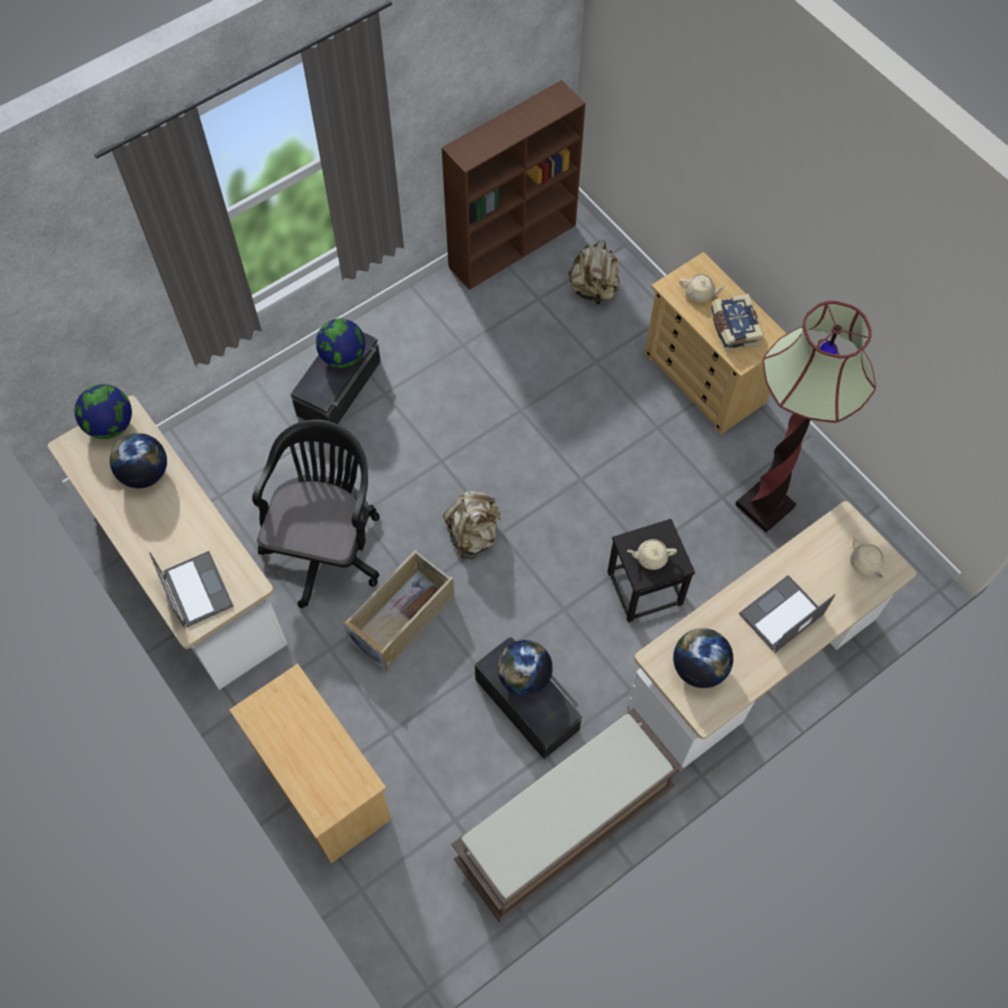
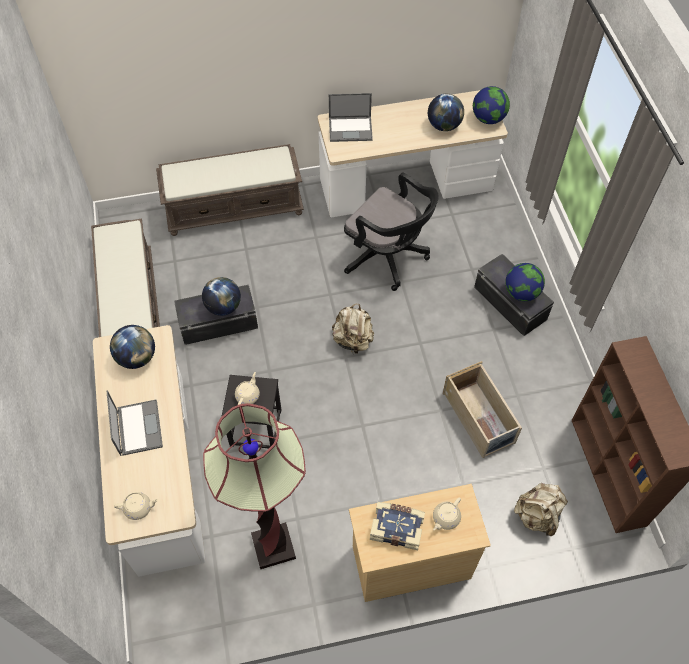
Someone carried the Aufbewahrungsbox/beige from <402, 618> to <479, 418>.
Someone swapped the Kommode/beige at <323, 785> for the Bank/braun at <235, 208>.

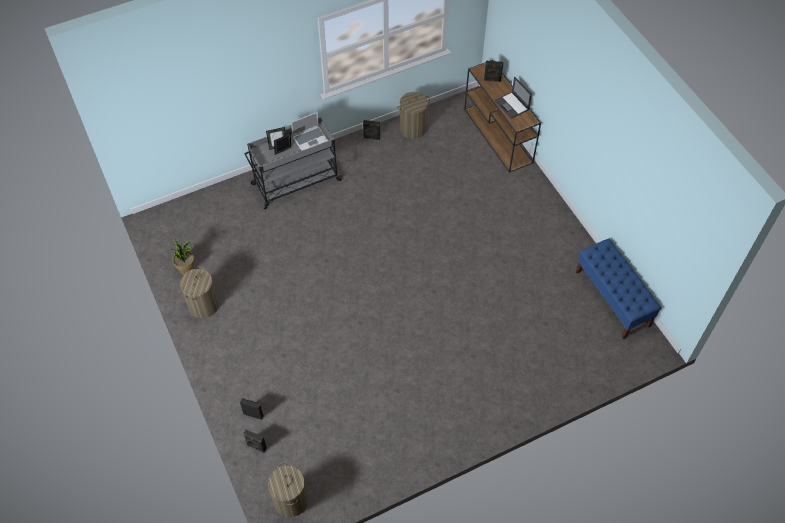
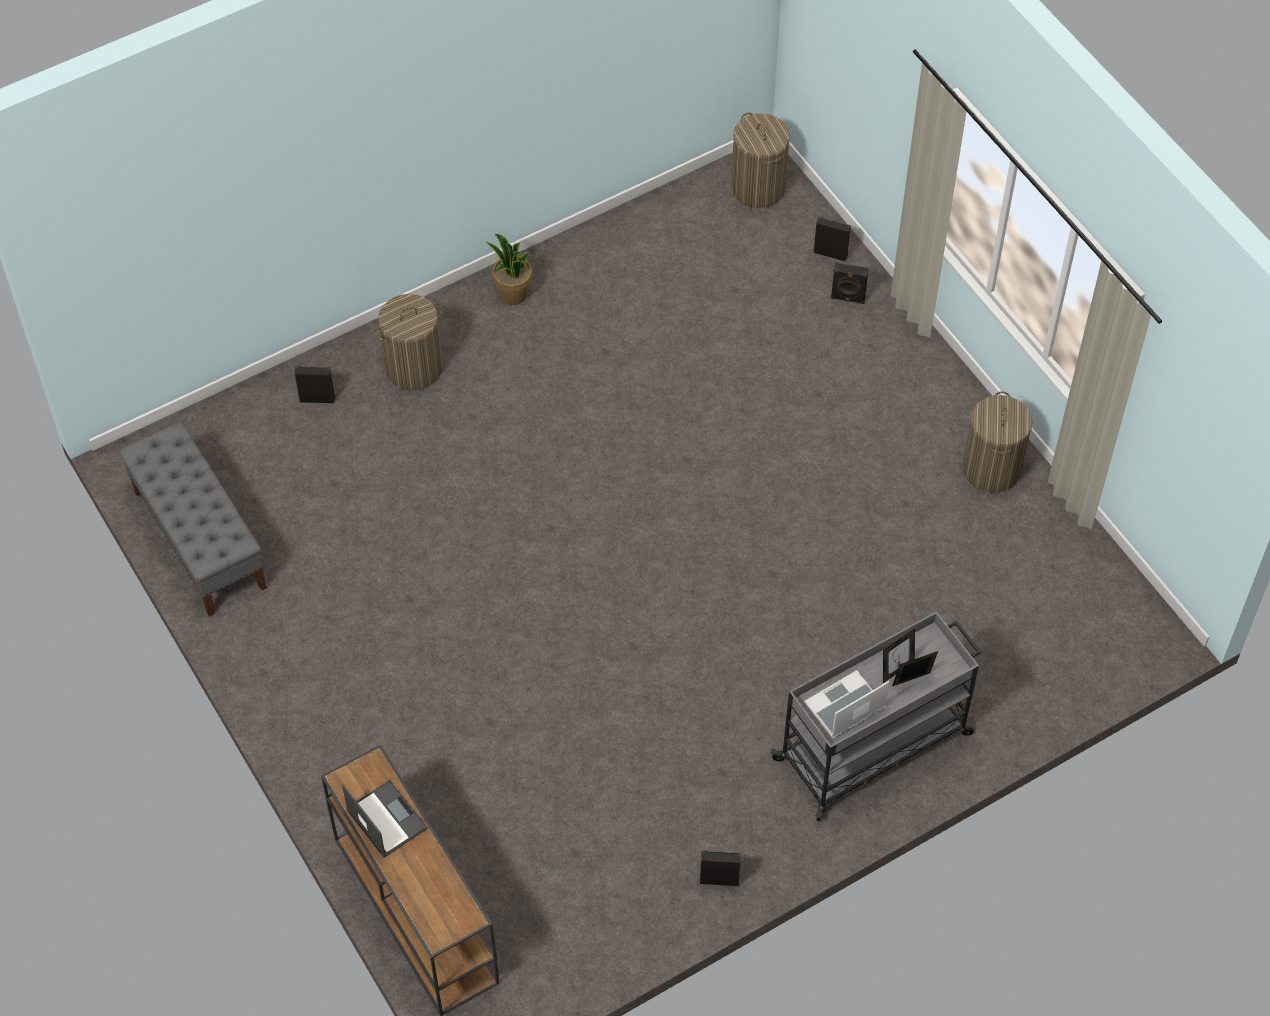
Someone carried the Lautsprecher/schwarz from <492, 80> to <317, 398>.
Someone carried the Wäschekorb from <413, 129> to <413, 368>.
Someone carried the Topfpflanze from <187, 269> to <513, 294>.
Someone repainted the Bank/blau at <612, 299>, which became the Bank/grau at <199, 539>.

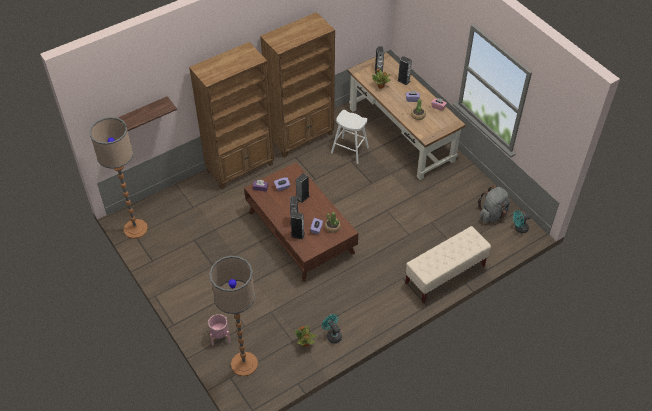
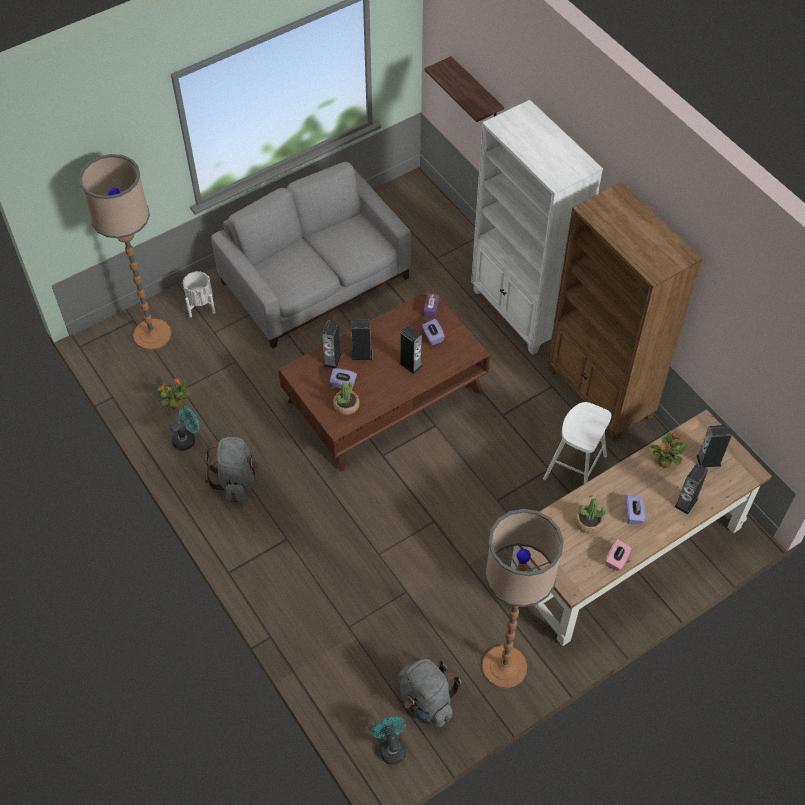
Someone repainted the Bücherregal/braun at <240, 168>, which became the Bücherregal/weiß at <521, 312>.
Someone carried the Stehlampe from <135, 229> to <504, 667>.
Someone took away the Bank/beige at <445, 275>.
Someone repainted the Pflanzkübel/rosa at <220, 336>, which became the Pflanzkübel/weiß at <200, 305>.
Someone put down the Sofa/grau at <316, 280>.
Someone put down the Rucksack/grau at <236, 480>.

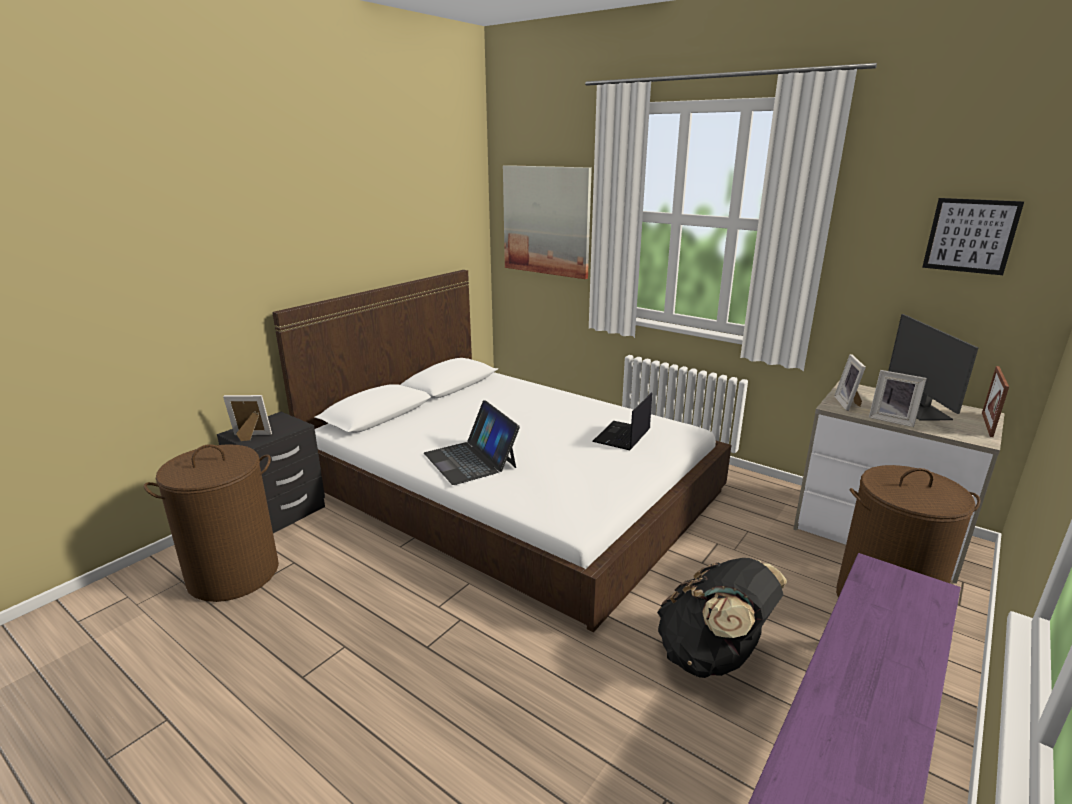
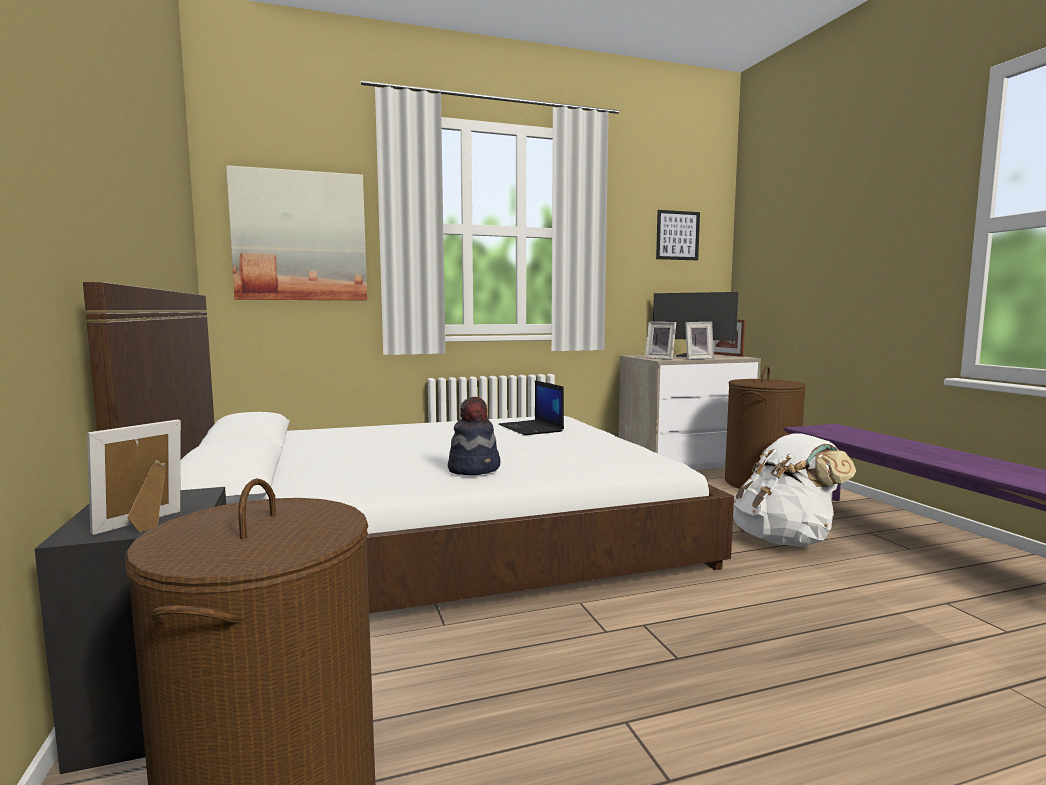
Someone swapped the Laptop at <470, 460> for the Hut at <474, 469>.
Someone repainted the Rucksack/schwarz at <712, 657>, which became the Rucksack/weiß at <785, 540>.

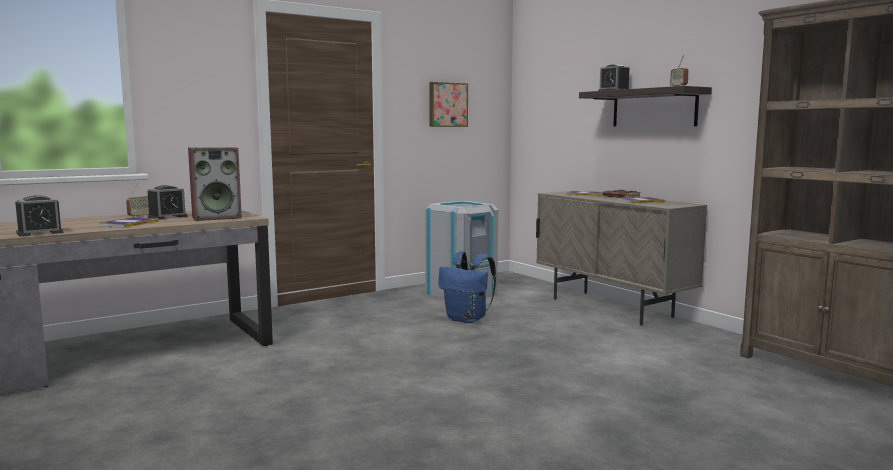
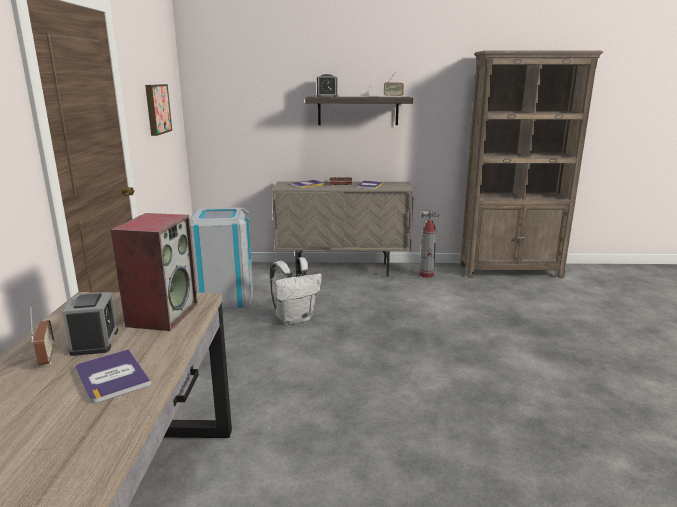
Someone took away the Wecker at <40, 233>.
Someone repainted the Rucksack/blau at <467, 319>, which became the Rucksack/weiß at <295, 319>.
Someone put down the Feuerlöscher at <426, 275>.

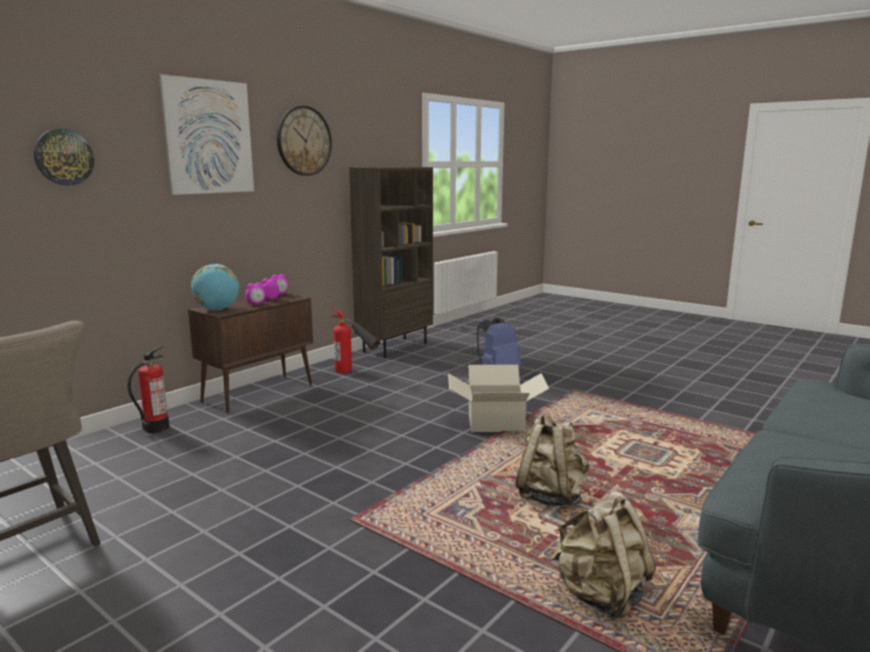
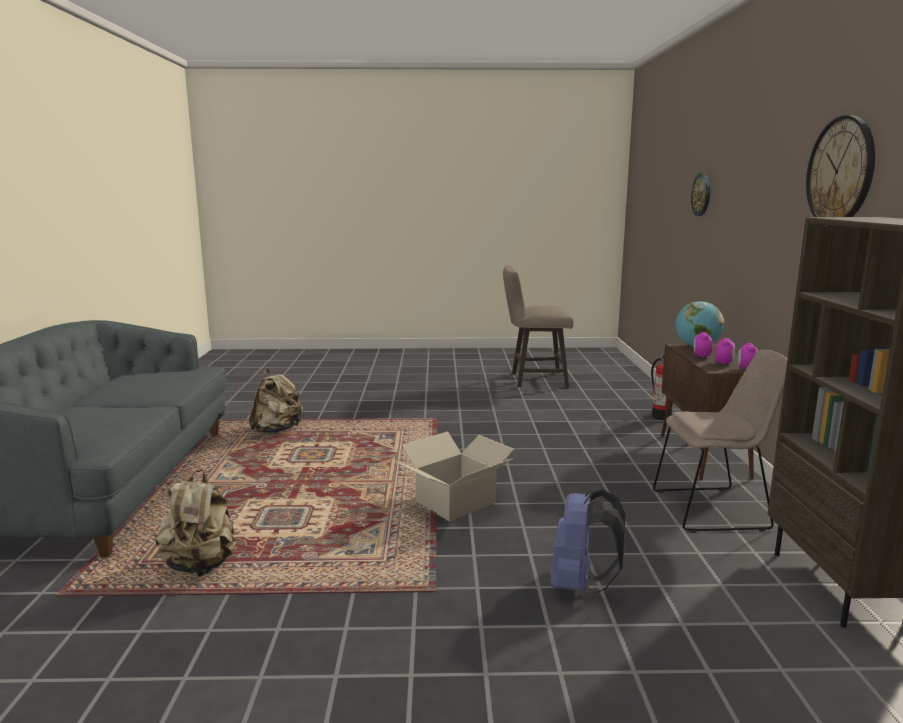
Someone took away the Bild at <209, 137>.
Someone swapped the Feuerlöscher at <355, 374> for the Stuhl/beige at <713, 509>.
Someone carried the Rucksack/beige from <550, 496> to <201, 566>.

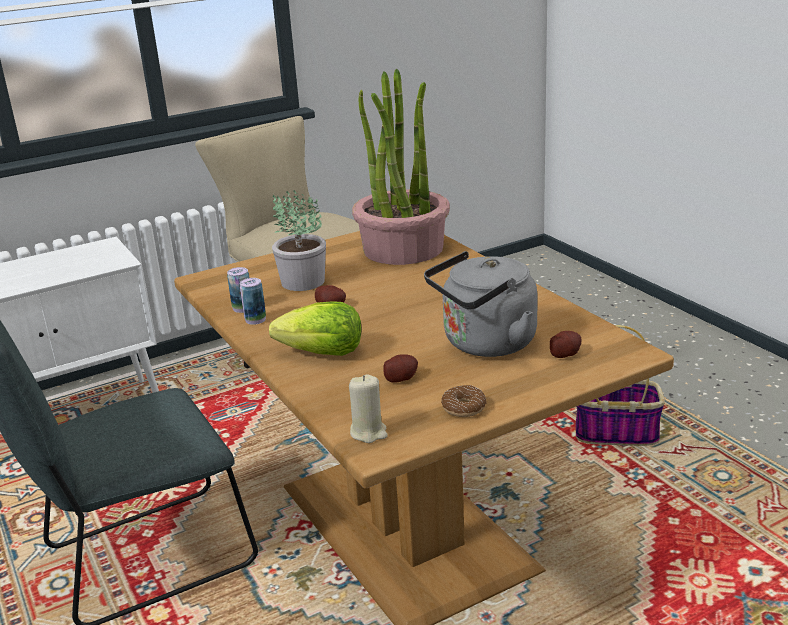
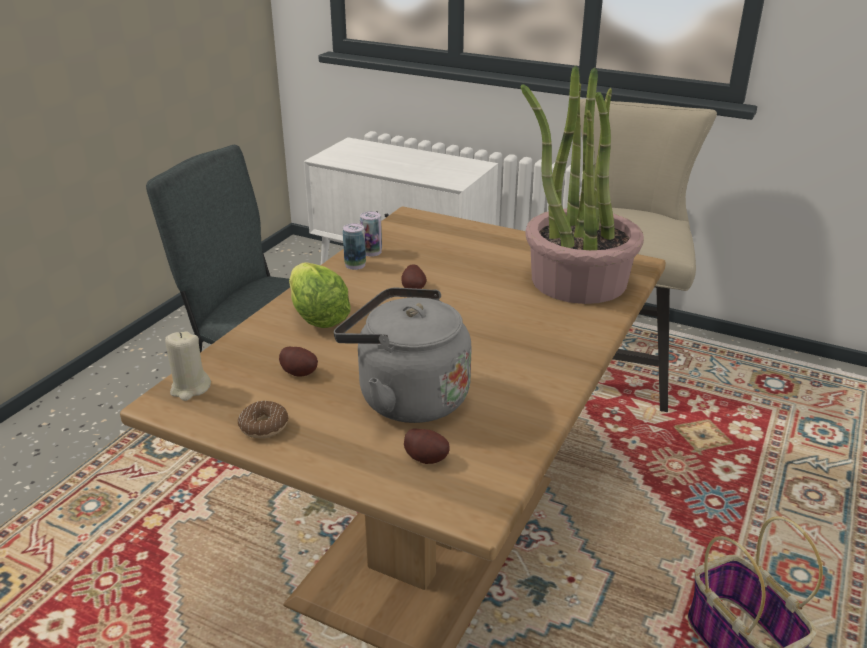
Someone took away the Topfpflanze at <302, 282>.

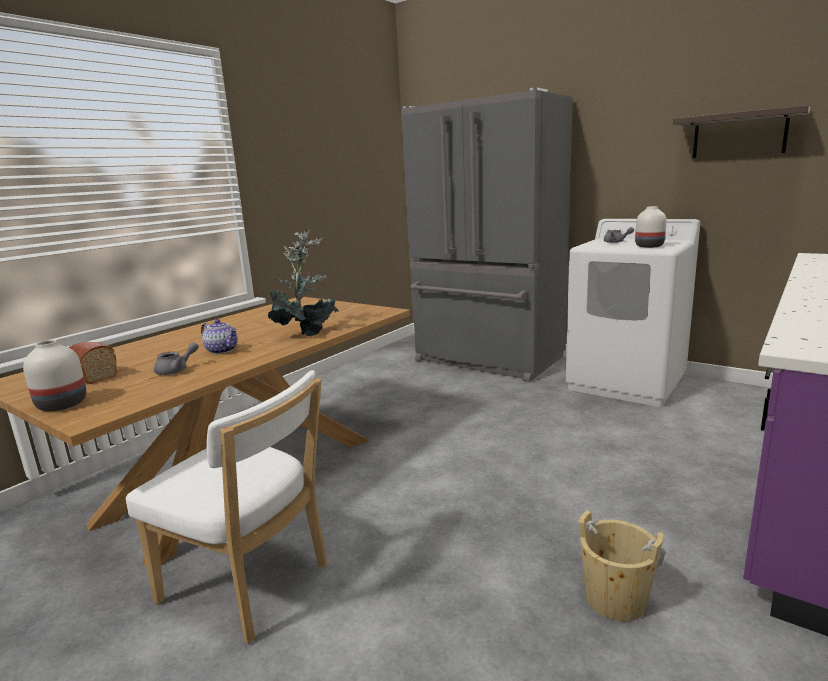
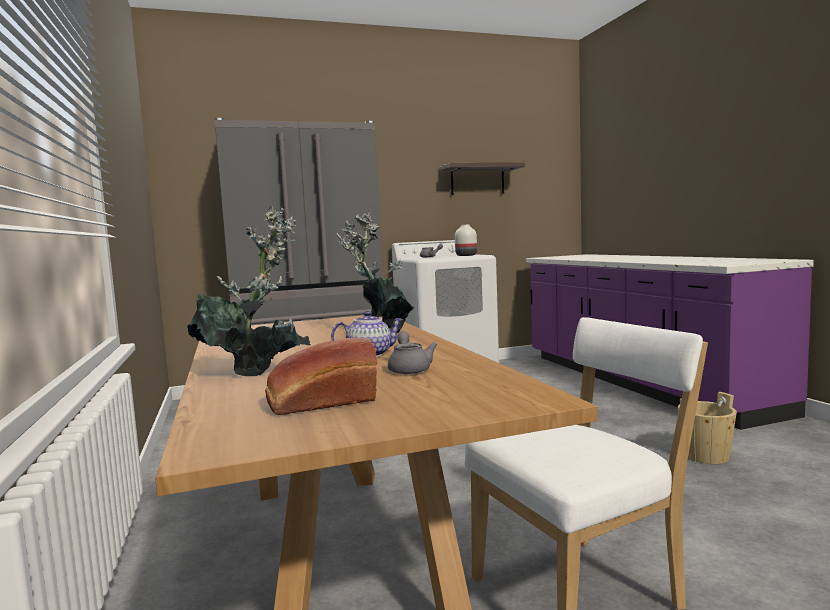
Someone took away the Vase/weiß at <63, 404>.
Someone put down the Topfpflanze at <257, 371>.

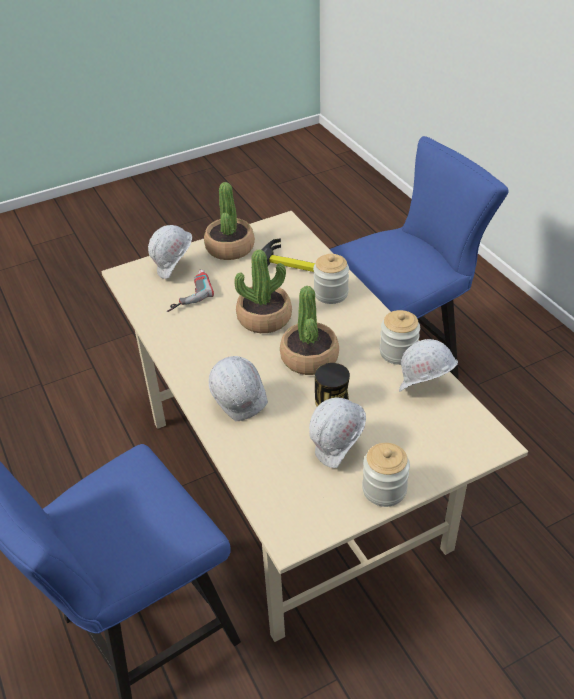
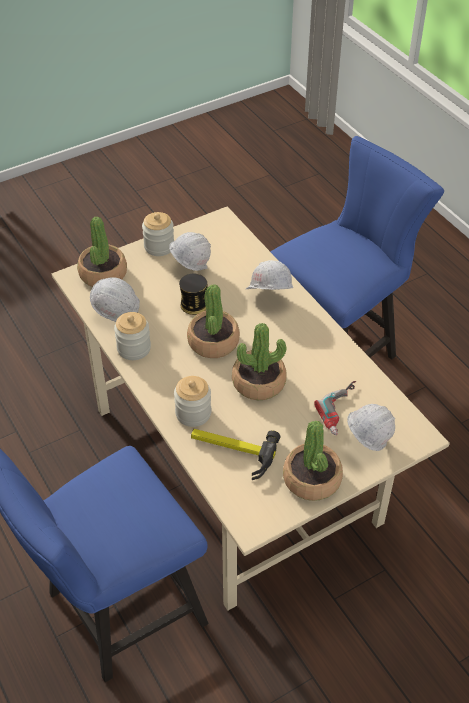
Someone put down the Topfpflanze at <103, 274>.

